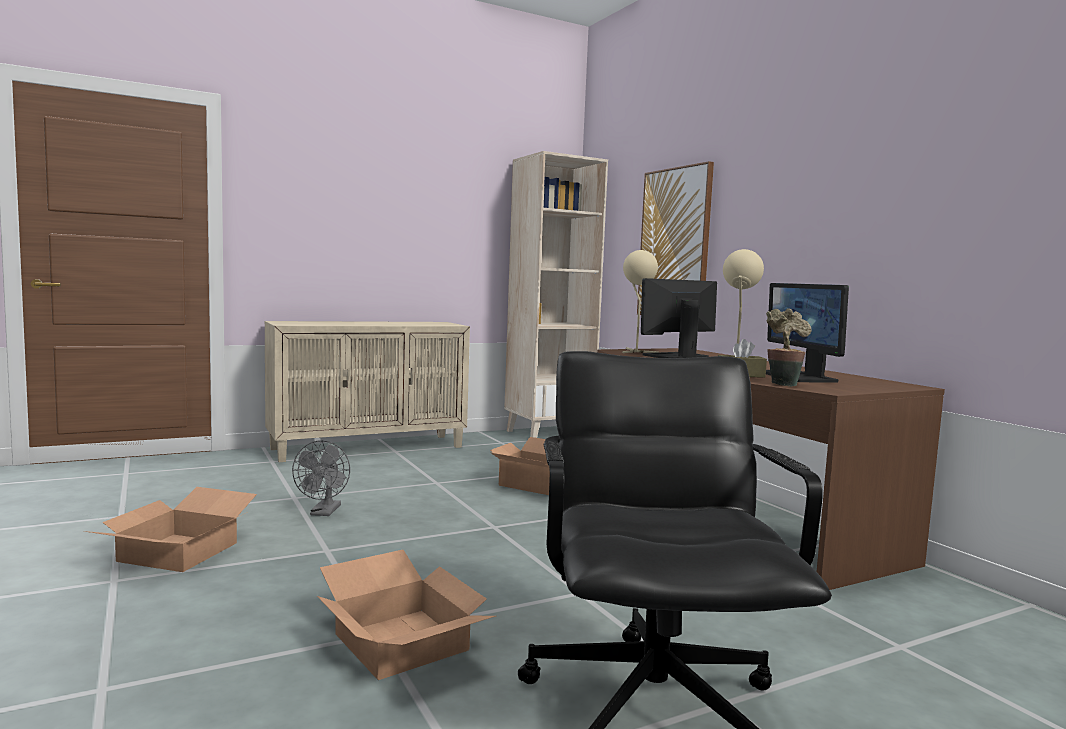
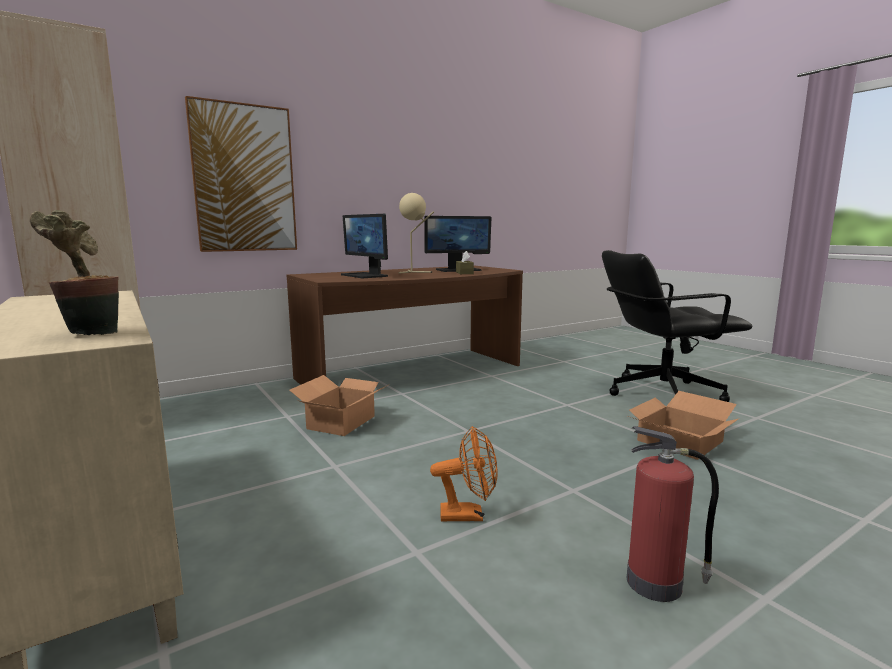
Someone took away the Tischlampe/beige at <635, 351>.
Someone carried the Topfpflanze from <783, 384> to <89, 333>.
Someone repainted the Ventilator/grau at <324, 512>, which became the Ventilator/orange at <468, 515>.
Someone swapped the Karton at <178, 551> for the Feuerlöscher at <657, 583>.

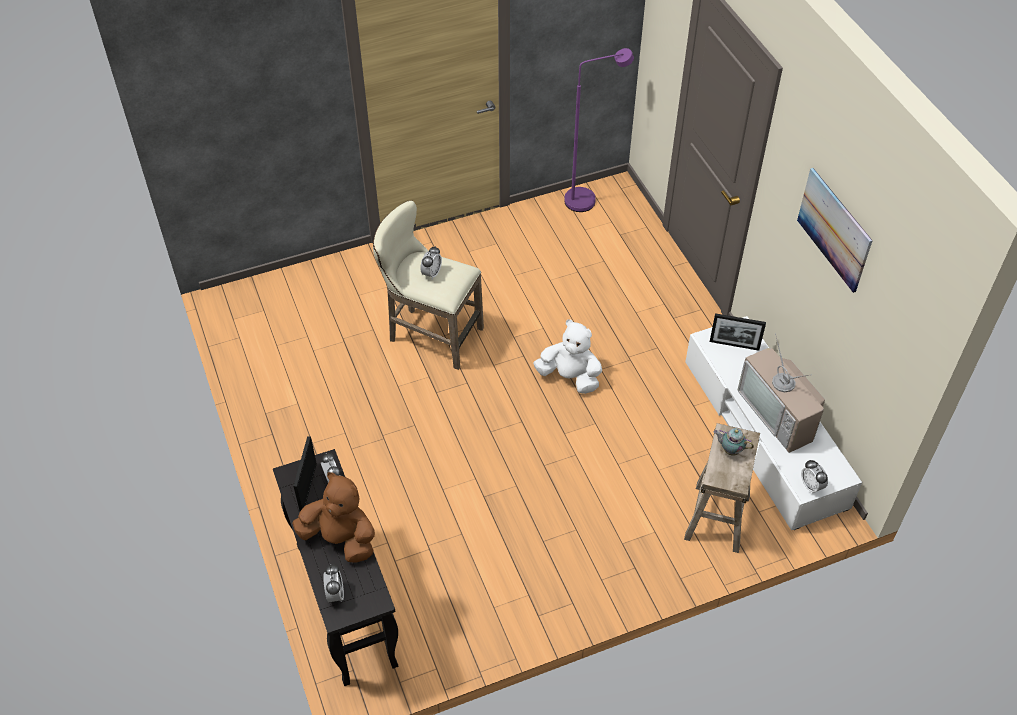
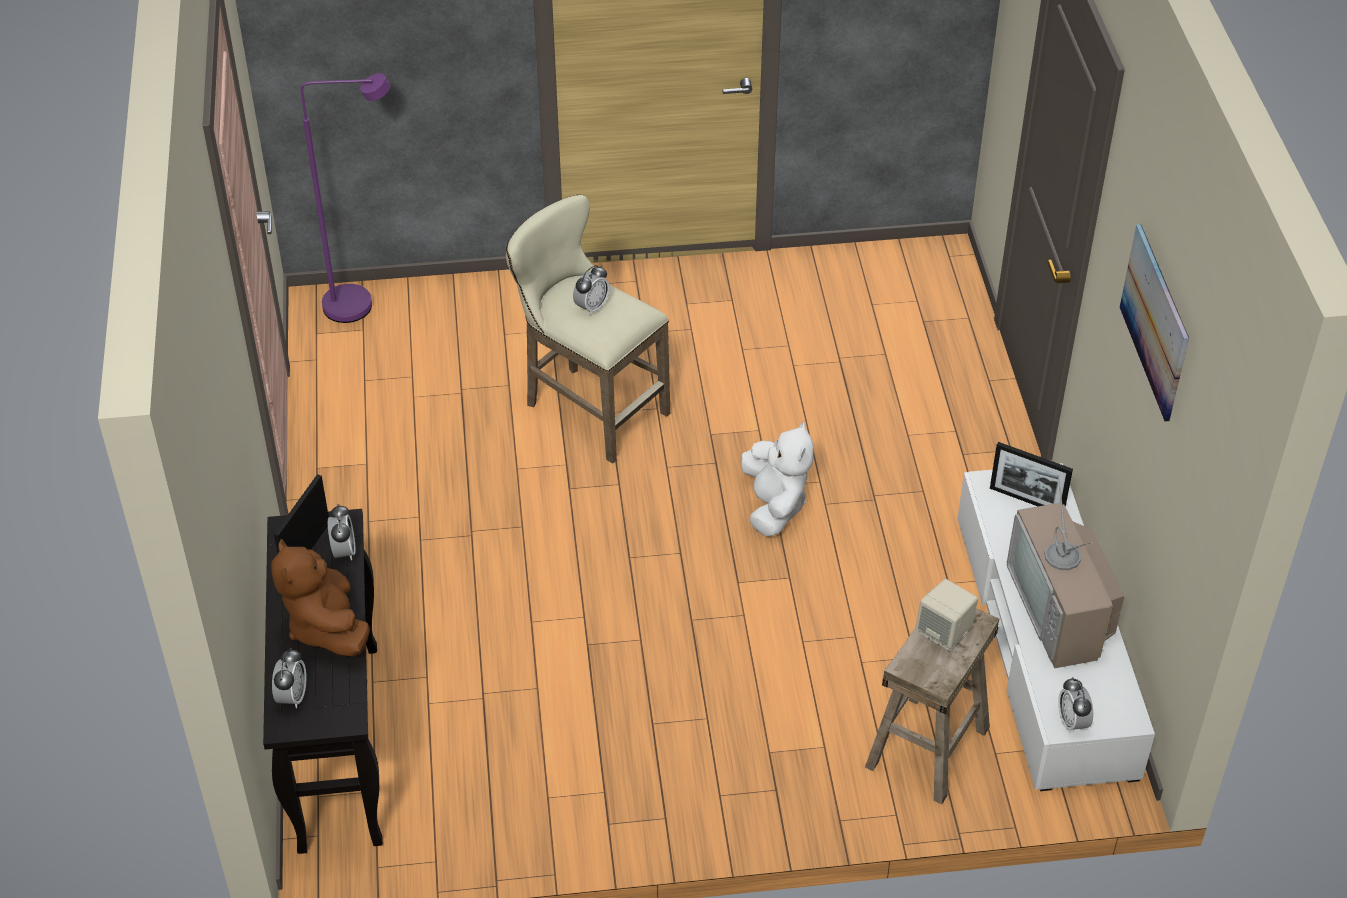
Someone carried the Stehlampe/lila from <588, 199> to <362, 305>.
Someone rotated the Plüschtier/weiß at <570, 377> by 45 degrees clockwise.
Someone swapped the Teekanne at <730, 450> for the Lautsprecher/beige at <944, 633>.
Someone rotated the Plüschtier/braun at <340, 539> by 150 degrees counterclockwise.

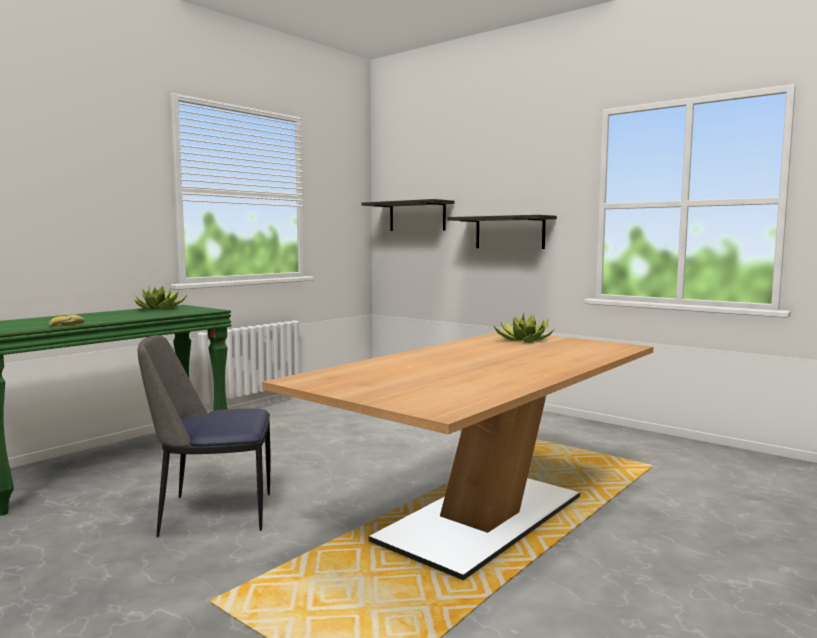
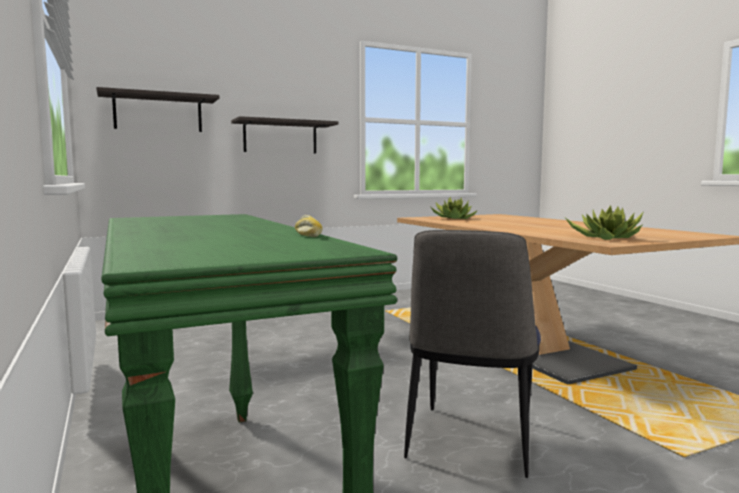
Someone carried the Topfpflanze from <159, 308> to <606, 238>.

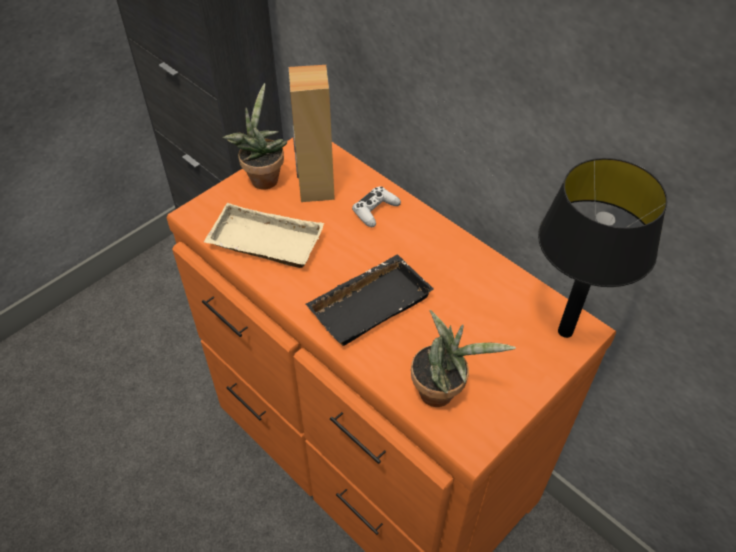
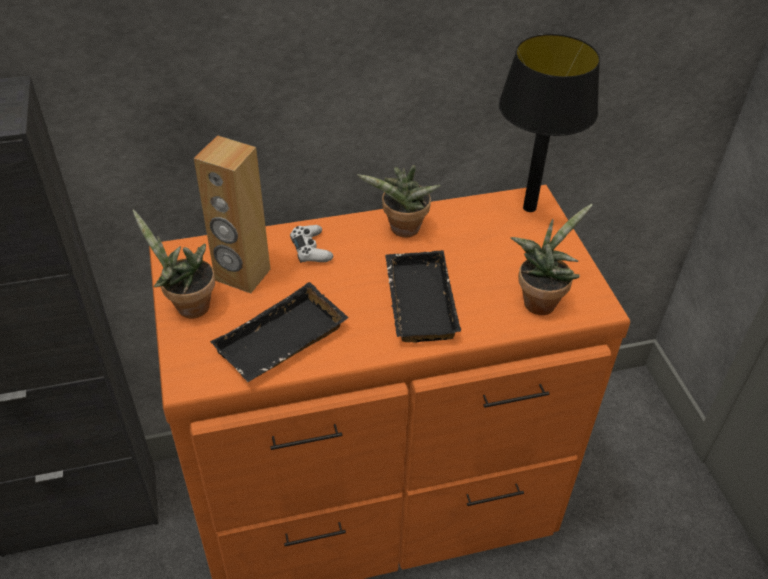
Someone repainted the Tablett/beige at <263, 244>, which became the Tablett/schwarz at <282, 343>.
Someone put down the Topfpflanze at <402, 231>.

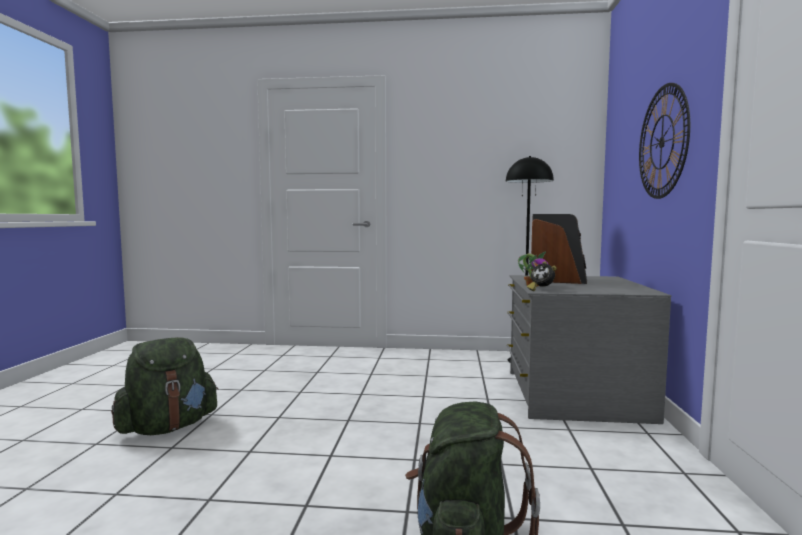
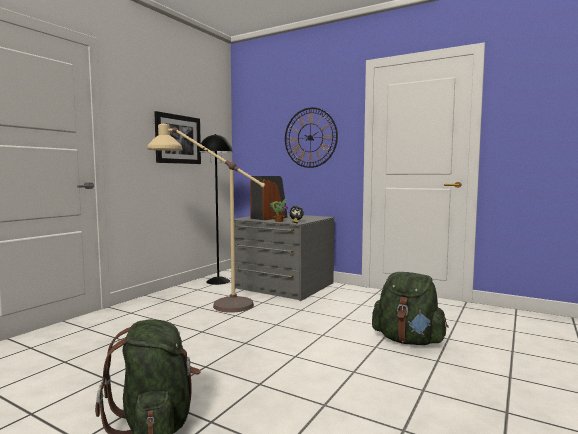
Someone put up the Bild at <178, 139>.
Someone put down the Stehlampe/beige at <207, 303>.

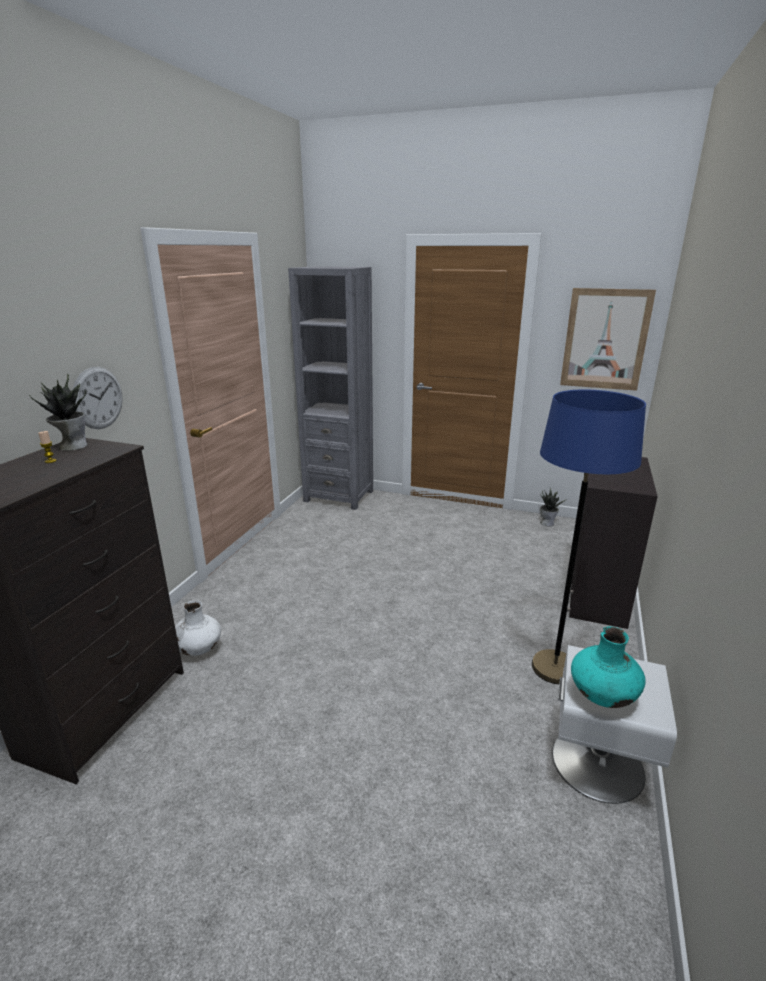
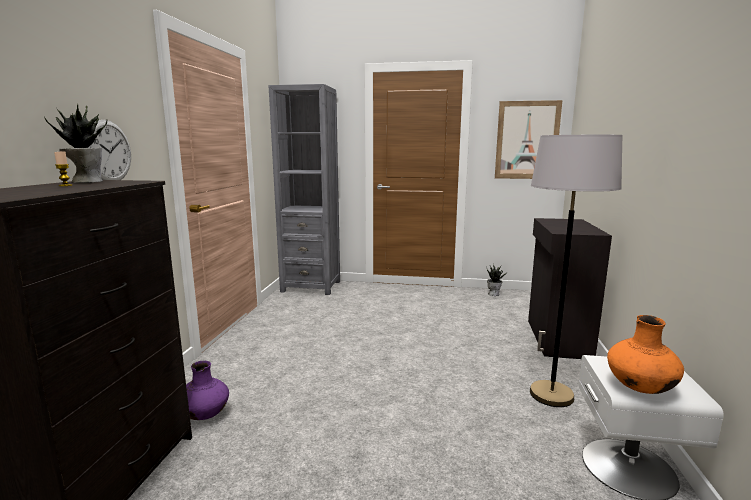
Someone repainted the Stehlampe/blau at <554, 668>, which became the Stehlampe/grau at <551, 395>.
Someone repainted the Vase/weiß at <198, 649>, which became the Vase/lila at <204, 415>.
Someone repainted the Vase/türkis at <602, 696>, which became the Vase/orange at <640, 387>.

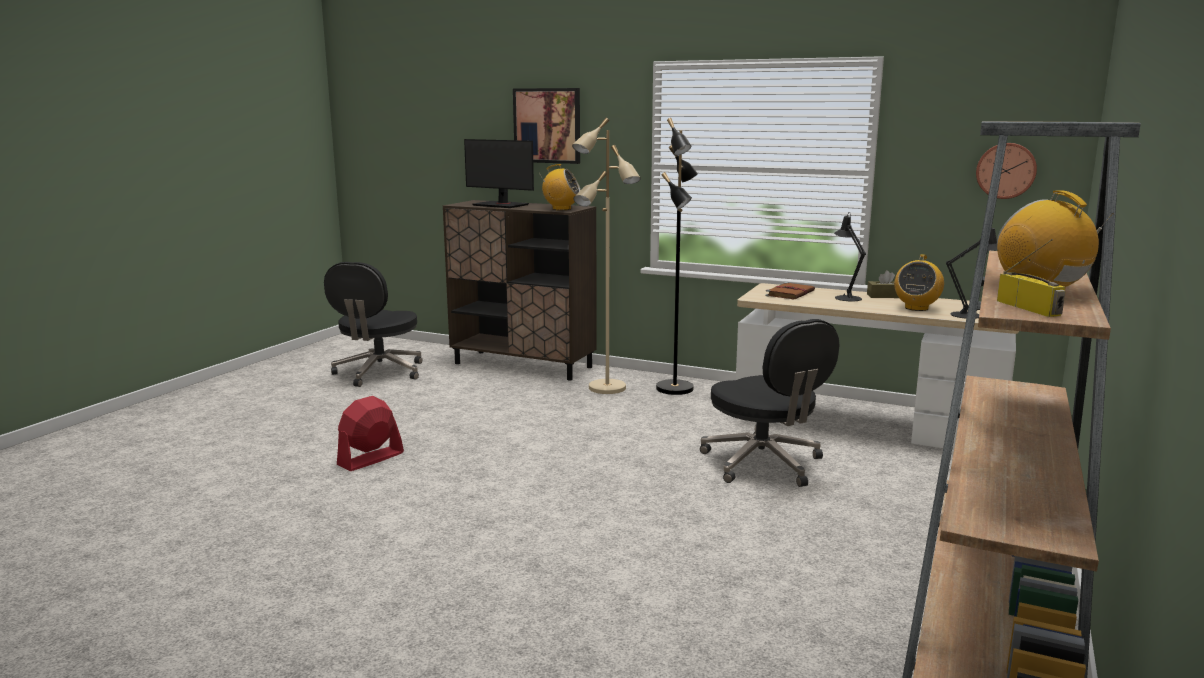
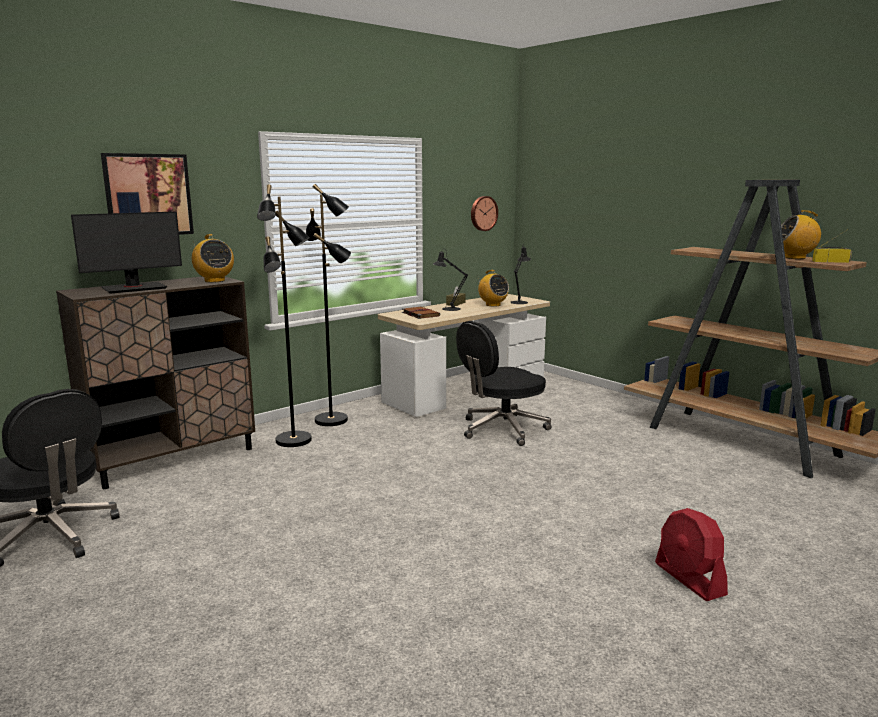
Someone repainted the Stehlampe/beige at <606, 388>, which became the Stehlampe/schwarz at <294, 440>.
Someone rotated the Radio at <561, 209> by 105 degrees clockwise.
Someone rotated the Bürostuhl/schwarz at <764, 464> by 150 degrees clockwise.
Someone carried the Ventilator/rot from <370, 459> to <689, 579>.

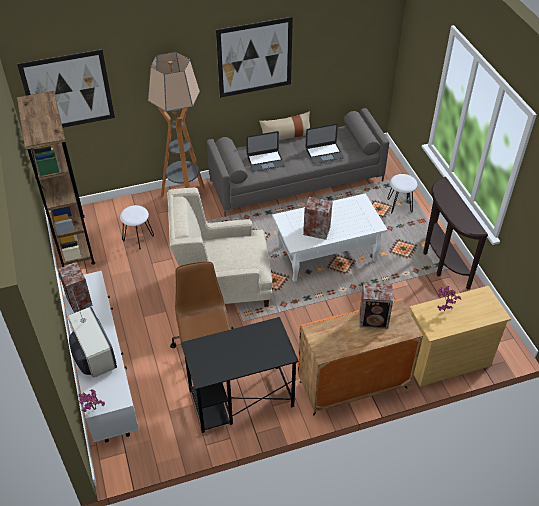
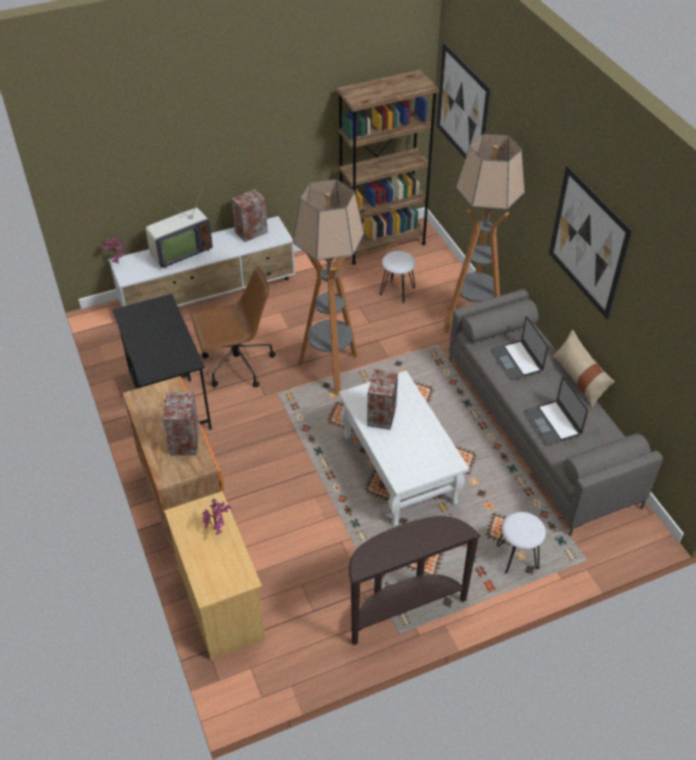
Someone swapped the Sessel/beige at <223, 286> for the Stehlampe at <331, 371>.

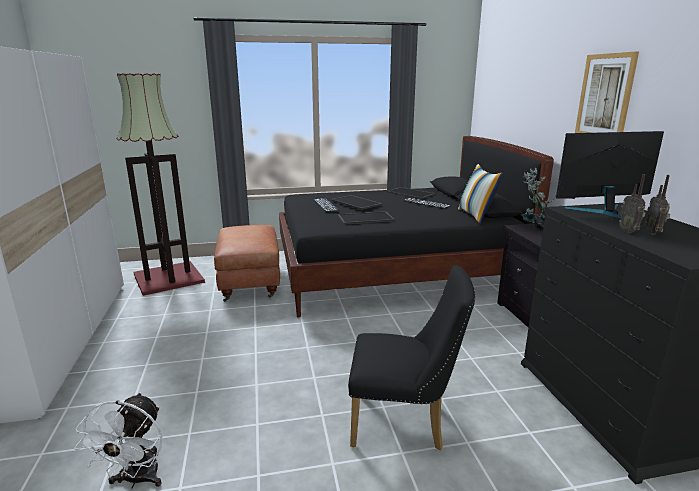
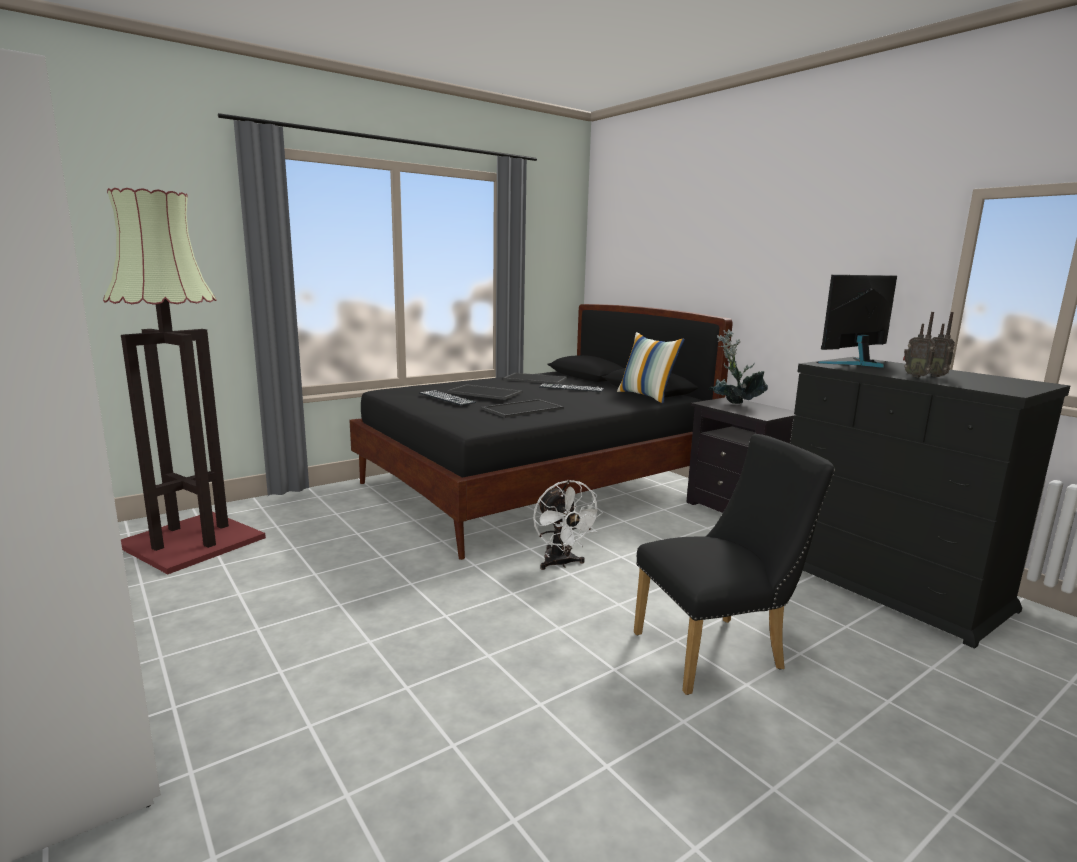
Someone took away the Bild at <605, 96>.
Someone took away the Polsterhocker/braun at <250, 284>.
Someone carried the Ventilator/weiß from <137, 480> to <561, 564>.

